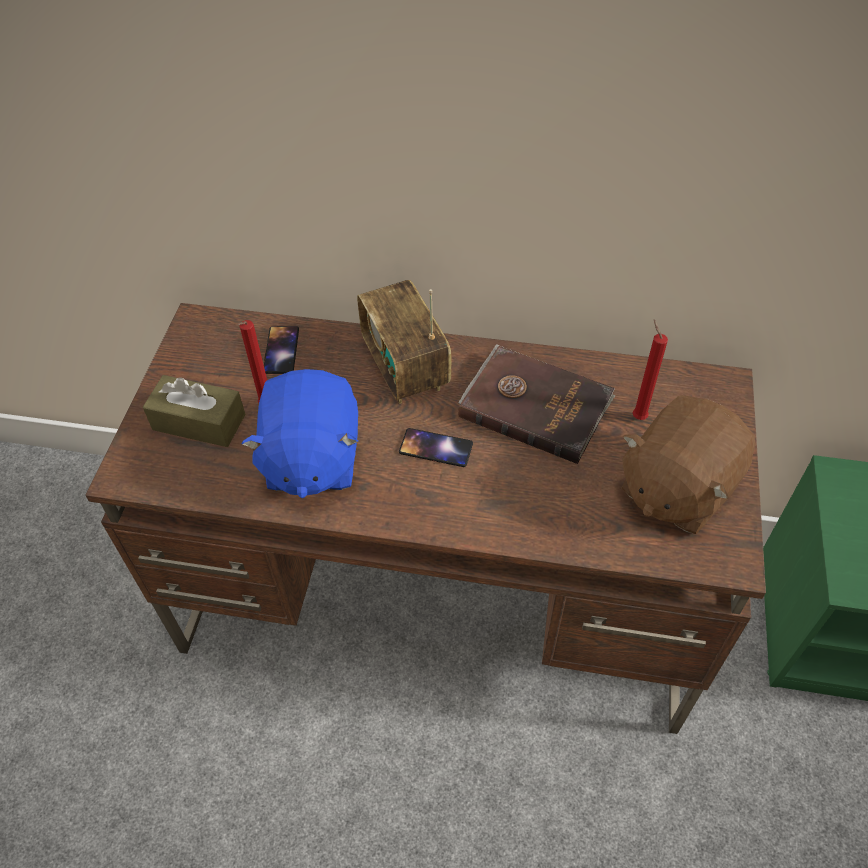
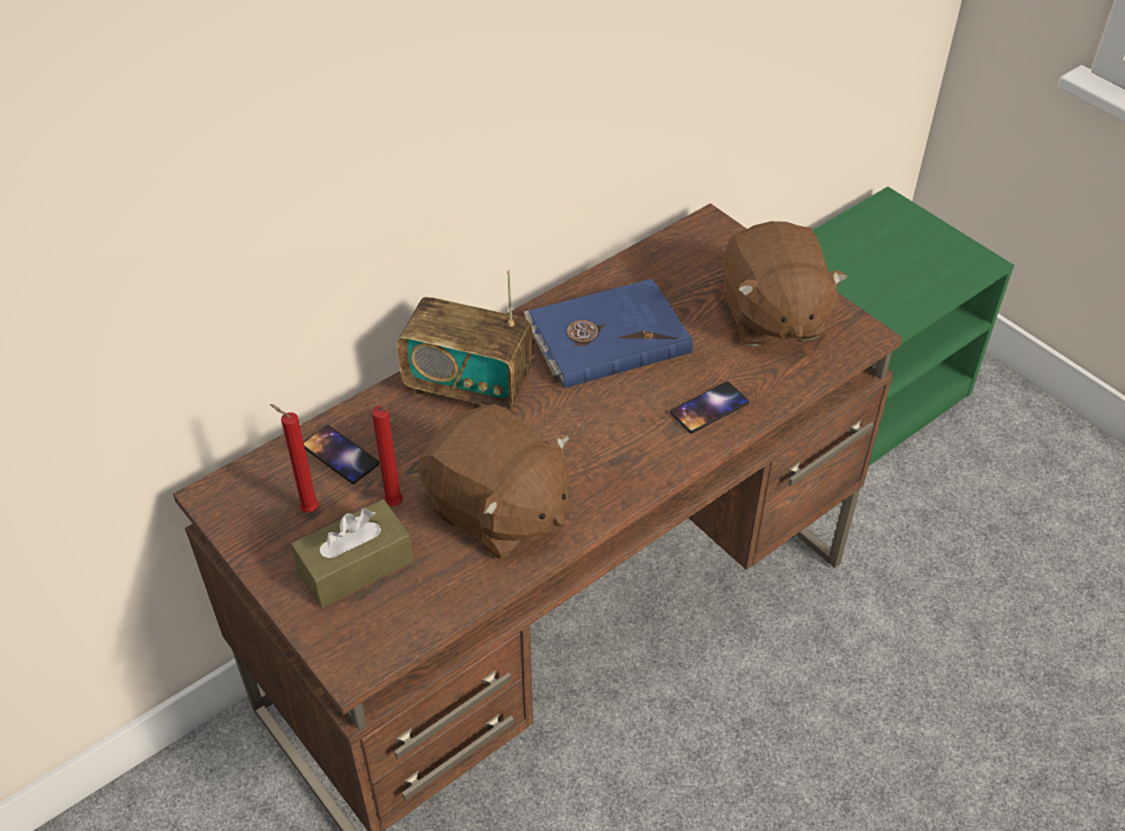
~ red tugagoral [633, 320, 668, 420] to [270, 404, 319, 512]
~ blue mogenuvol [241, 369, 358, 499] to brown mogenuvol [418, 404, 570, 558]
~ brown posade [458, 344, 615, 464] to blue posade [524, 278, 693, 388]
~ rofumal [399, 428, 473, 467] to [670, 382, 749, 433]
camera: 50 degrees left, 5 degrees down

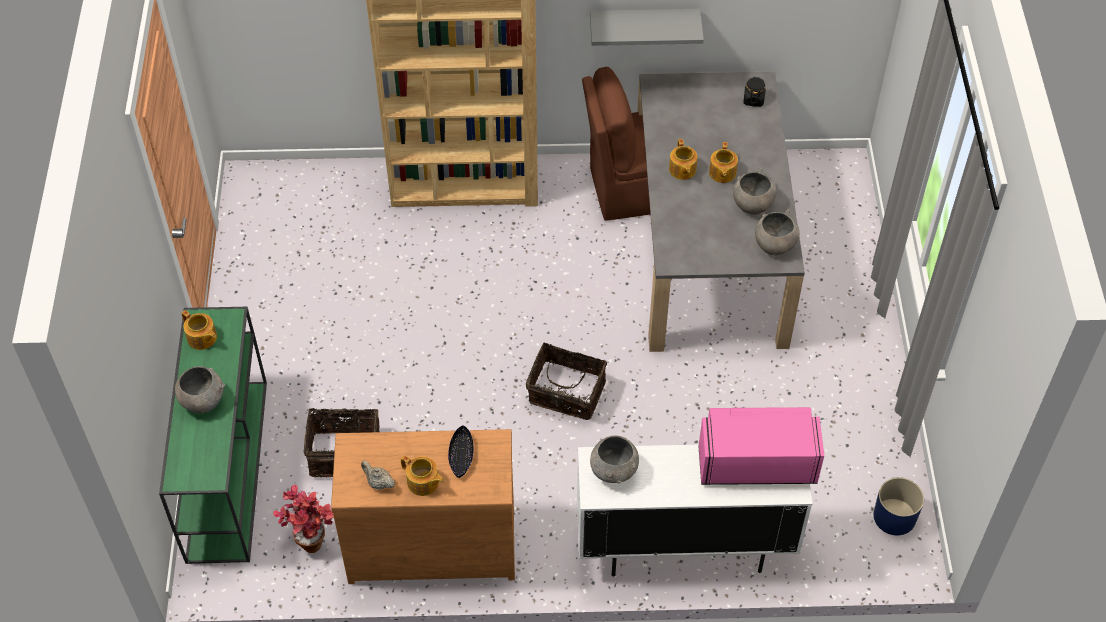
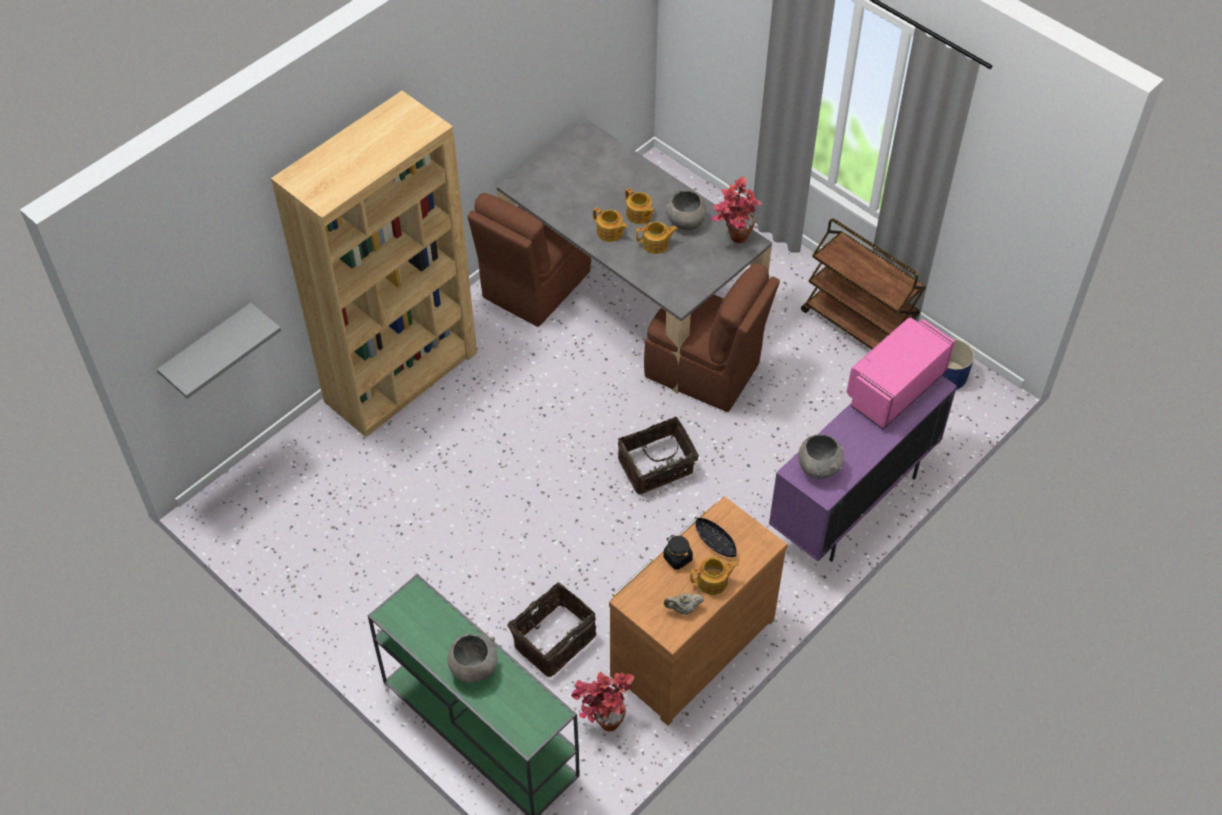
~ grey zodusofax [590, 9, 704, 46] to [157, 303, 281, 399]
~ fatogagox [181, 310, 217, 350] to [636, 222, 678, 254]
+ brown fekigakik [644, 263, 780, 412]
~ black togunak [743, 76, 766, 107] to [663, 535, 693, 570]
~ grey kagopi [755, 209, 799, 256] to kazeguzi [712, 177, 762, 243]
~ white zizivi [577, 445, 813, 577] to purple zizivi [769, 376, 957, 562]
+ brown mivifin [801, 219, 926, 349]
camera: 45 degrees left, 0 degrees up

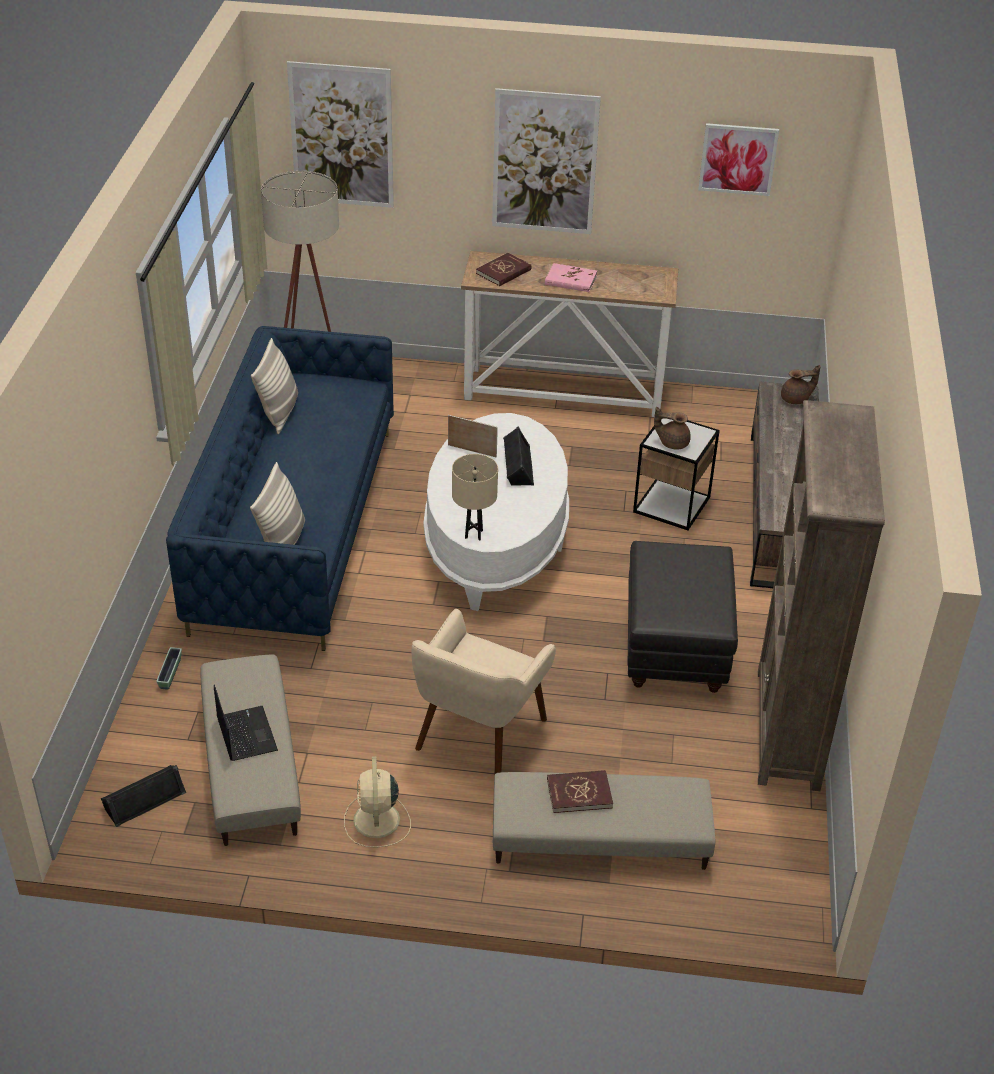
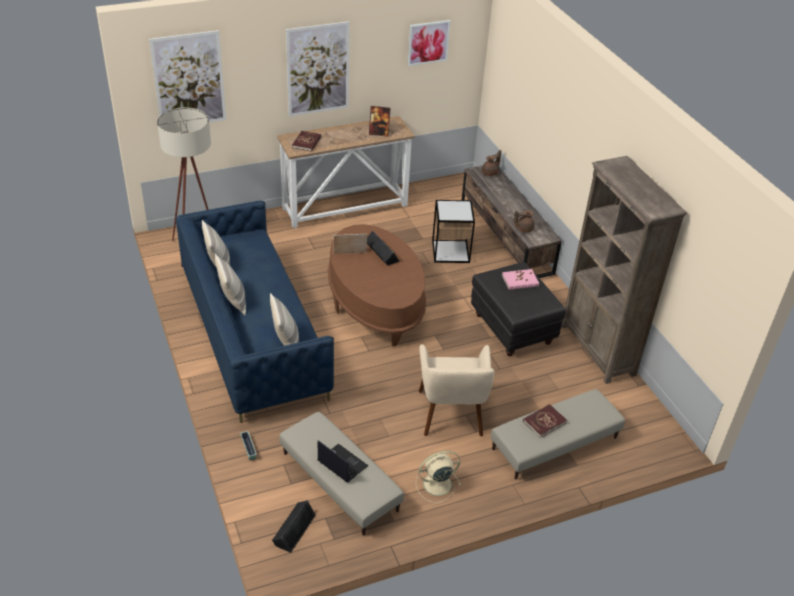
+ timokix [215, 254, 246, 315]
~ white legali [423, 413, 569, 611] to brown legali [328, 224, 426, 346]
+ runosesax [369, 106, 391, 137]
~ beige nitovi [344, 756, 411, 848] = [416, 451, 461, 503] 105 degrees clockwise
~ pink posade [545, 263, 597, 292] to [502, 269, 539, 290]
~ brown fatogagox [654, 407, 691, 450] to [514, 210, 535, 232]
- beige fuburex [452, 454, 498, 540]
camera: 30 degrees left, 0 degrees up

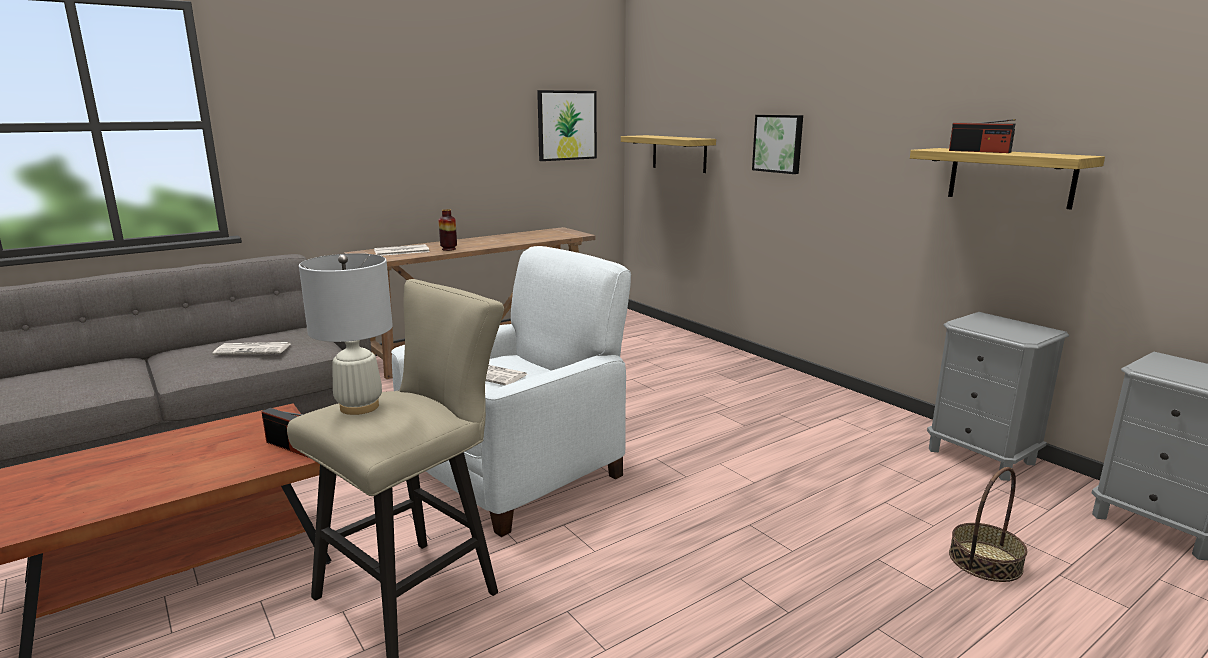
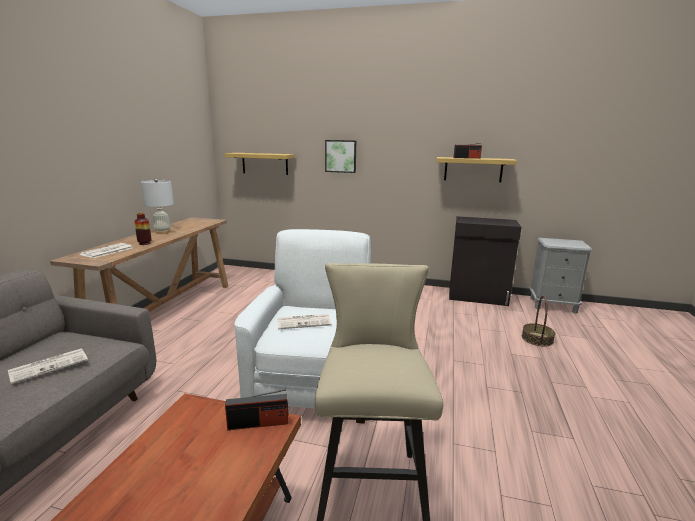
~ white fuburex [299, 253, 393, 415] to [141, 179, 174, 234]
~ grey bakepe [927, 312, 1069, 481] to black zizivi [449, 216, 522, 306]
- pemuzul [537, 90, 597, 161]
camera: 40 degrees left, 0 degrees up

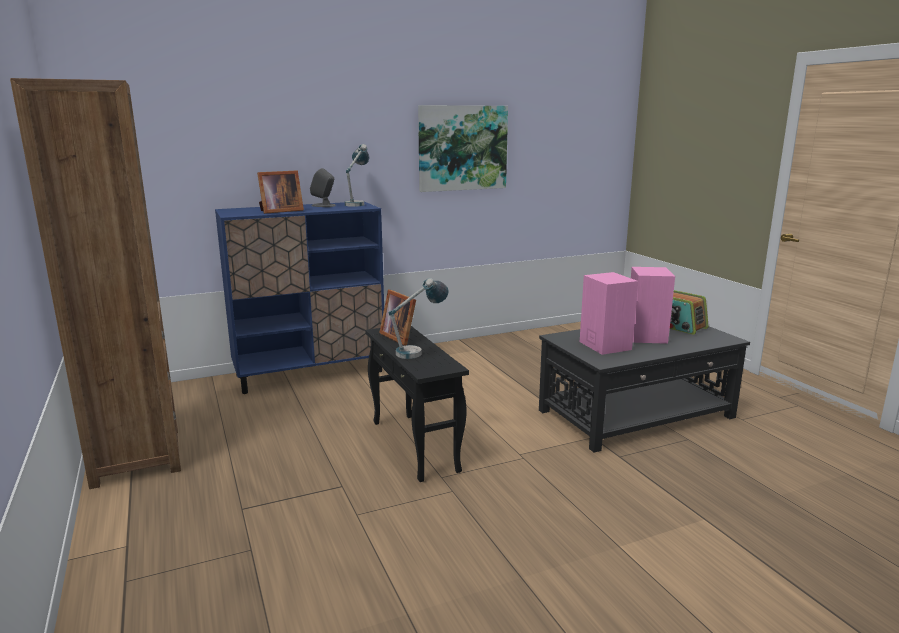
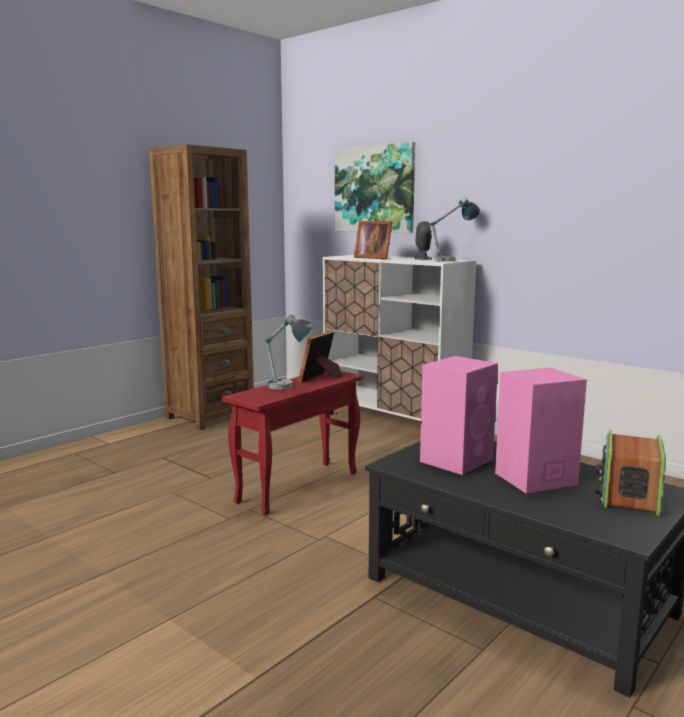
~ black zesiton [365, 326, 469, 482] to red zesiton [222, 370, 363, 515]
~ blue zizivi [215, 202, 384, 394] to white zizivi [323, 255, 476, 421]
~ pemuzul [418, 105, 508, 192] to [335, 142, 415, 233]
camera: 65 degrees right, 5 degrees down

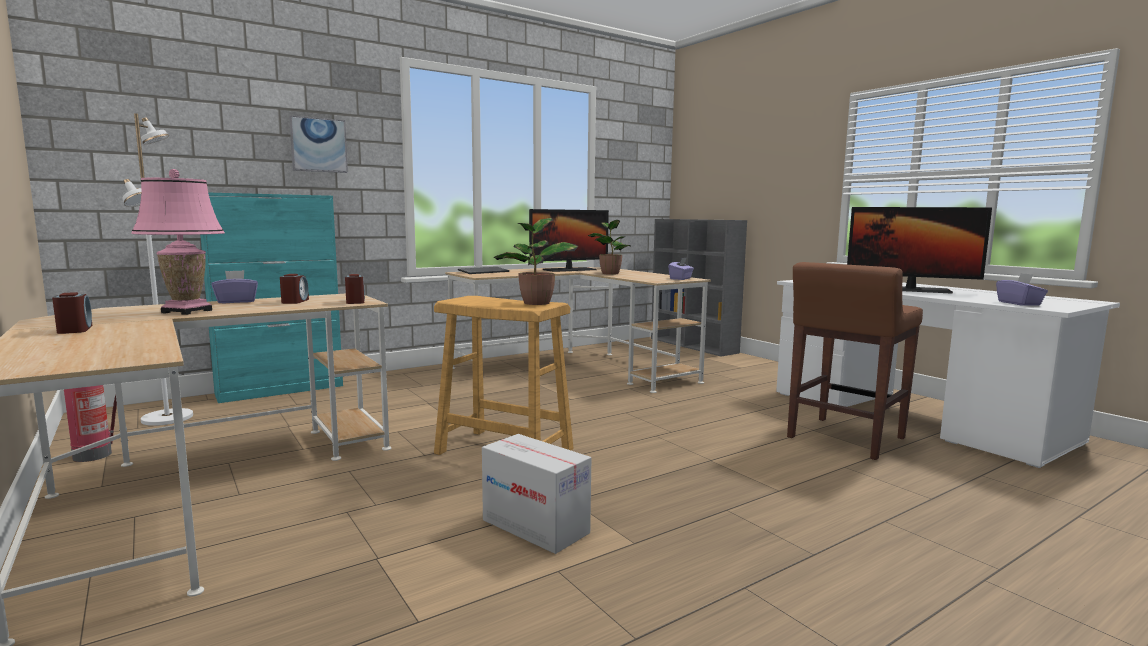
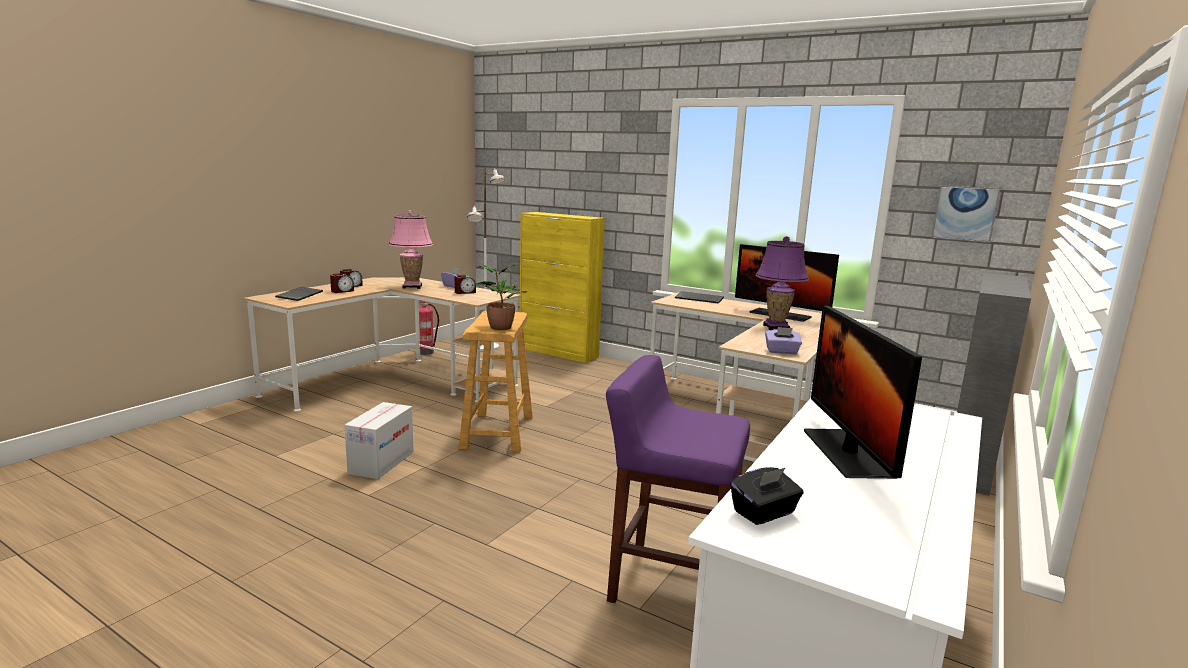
+ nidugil [275, 287, 323, 301]
~ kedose [345, 274, 365, 304] to [330, 273, 354, 293]
~ turquoise zizivi [200, 193, 343, 403] to yellow zizivi [520, 212, 605, 363]
~ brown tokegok [787, 262, 923, 460] to purple tokegok [606, 355, 750, 603]
~ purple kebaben [996, 273, 1048, 306] to black kebaben [730, 467, 804, 525]
~ kazeguzi [588, 220, 631, 275] to purple fuburex [755, 236, 809, 330]
~ pemuzul [289, 115, 348, 173] to [931, 186, 1001, 243]
camera: 65 degrees right, 5 degrees up

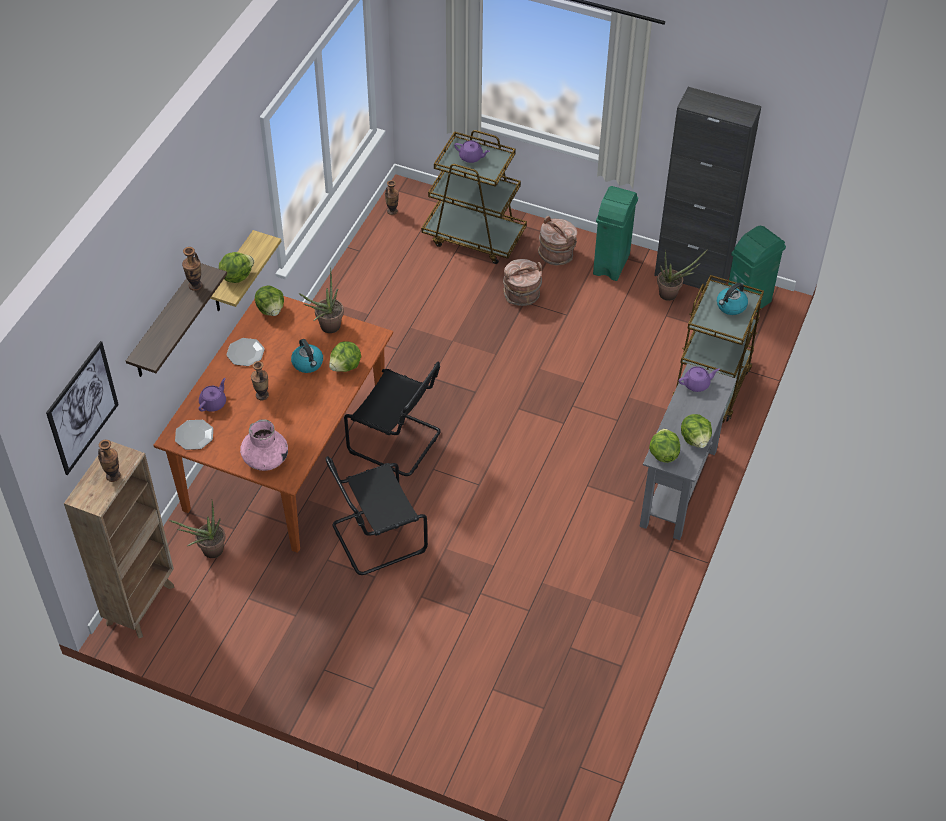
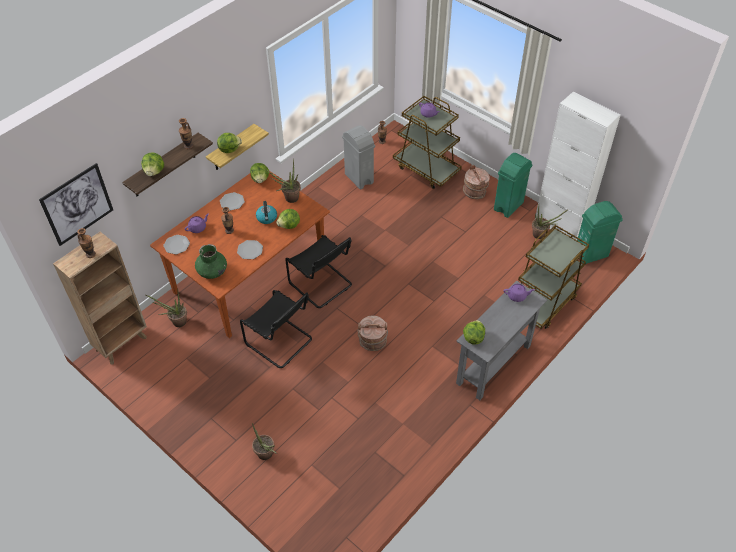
~ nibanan [681, 414, 712, 448] to [141, 153, 164, 176]
~ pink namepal [240, 419, 288, 471] to green namepal [195, 244, 227, 279]
+ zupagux [237, 240, 263, 259]
~ black fekigakik [326, 456, 428, 575] = [240, 290, 312, 368] 135 degrees counterclockwise
+ kazeguzi [252, 423, 277, 460]
+ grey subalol [342, 125, 375, 190]
~ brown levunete [503, 259, 542, 306] to [358, 315, 388, 351]
~ black zizivi [654, 87, 761, 289] to white zizivi [535, 91, 621, 240]
- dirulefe [717, 283, 748, 315]
camera: 20 degrees right, 0 degrees up

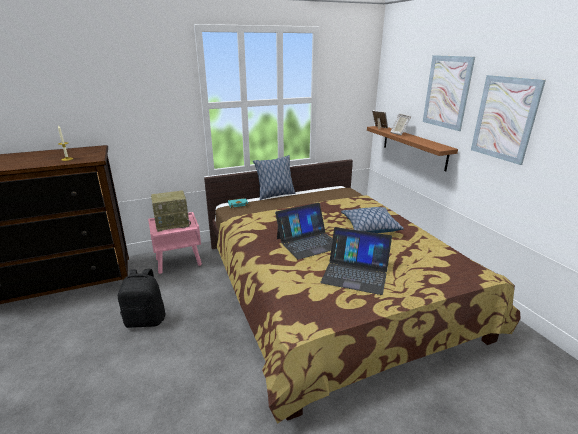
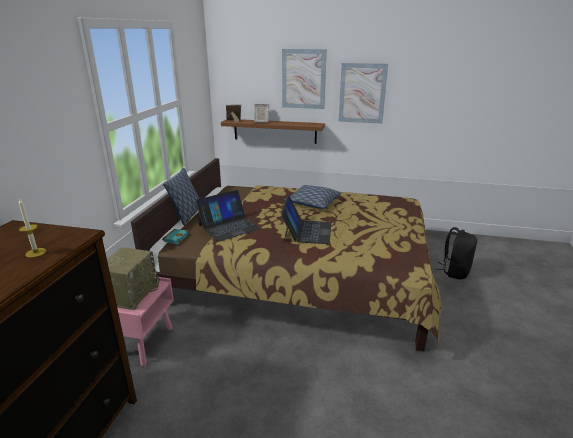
~ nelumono [320, 227, 392, 295] to [196, 190, 261, 242]
~ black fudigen [118, 269, 166, 328] to [436, 227, 477, 279]
camera: 55 degrees left, 0 degrees up

